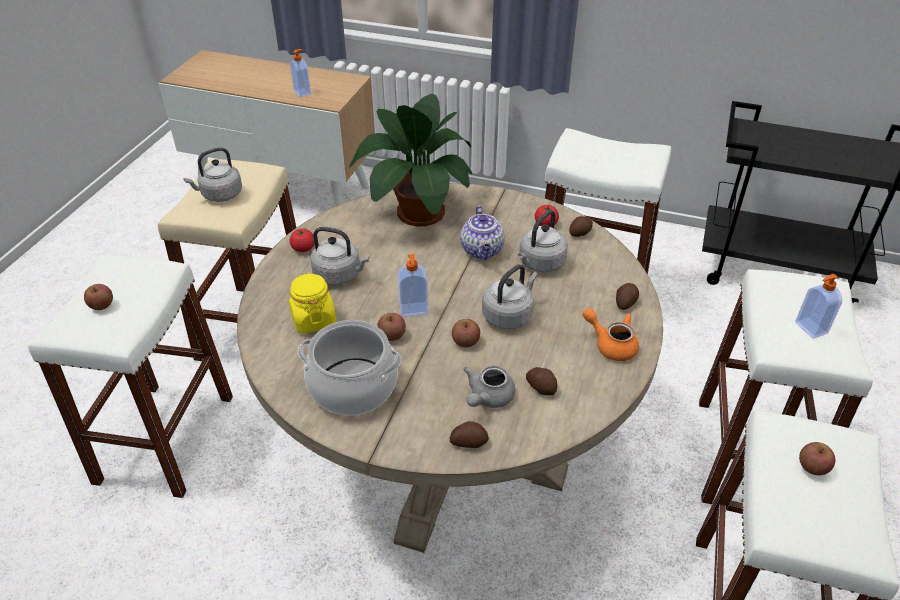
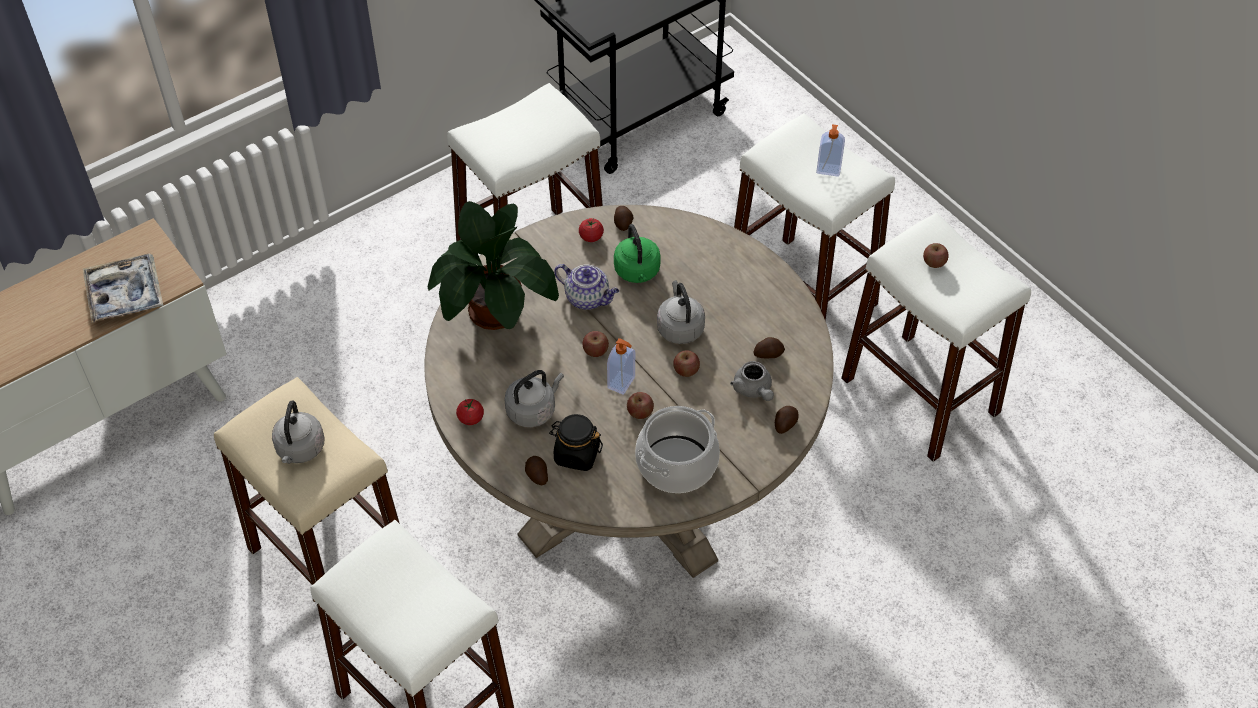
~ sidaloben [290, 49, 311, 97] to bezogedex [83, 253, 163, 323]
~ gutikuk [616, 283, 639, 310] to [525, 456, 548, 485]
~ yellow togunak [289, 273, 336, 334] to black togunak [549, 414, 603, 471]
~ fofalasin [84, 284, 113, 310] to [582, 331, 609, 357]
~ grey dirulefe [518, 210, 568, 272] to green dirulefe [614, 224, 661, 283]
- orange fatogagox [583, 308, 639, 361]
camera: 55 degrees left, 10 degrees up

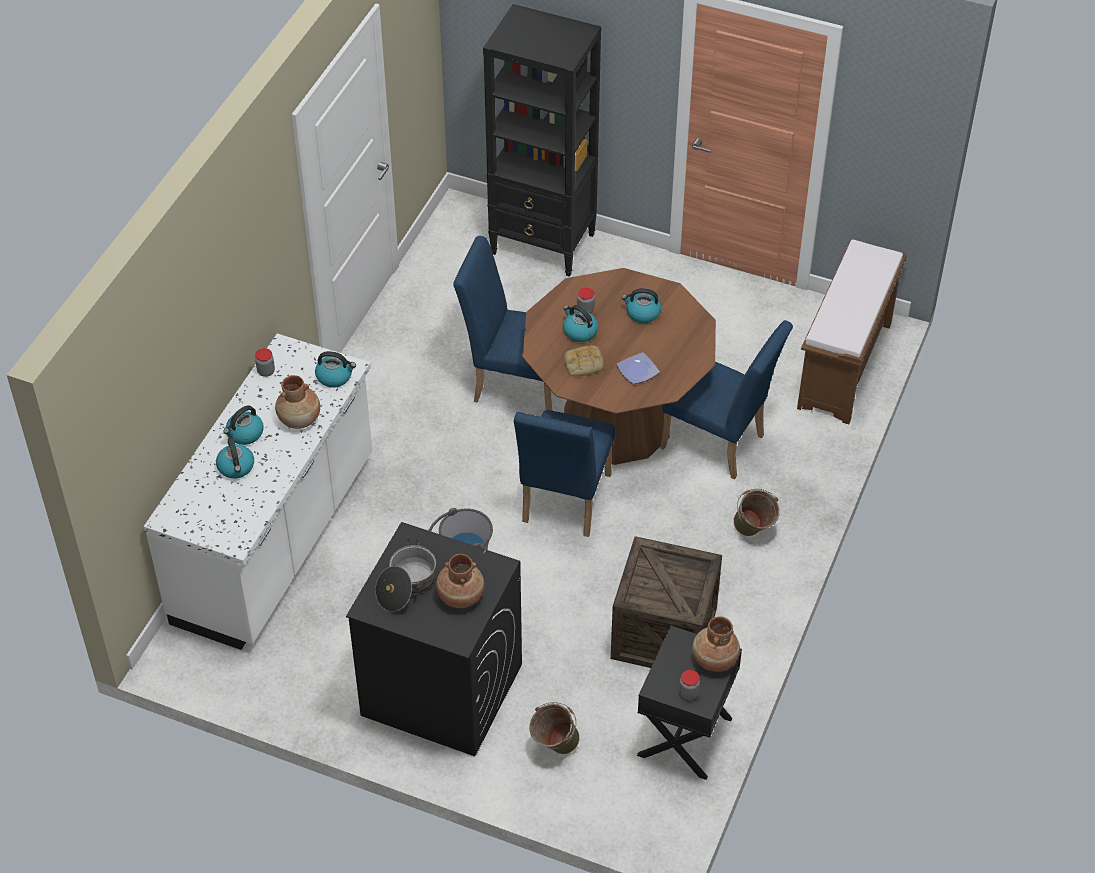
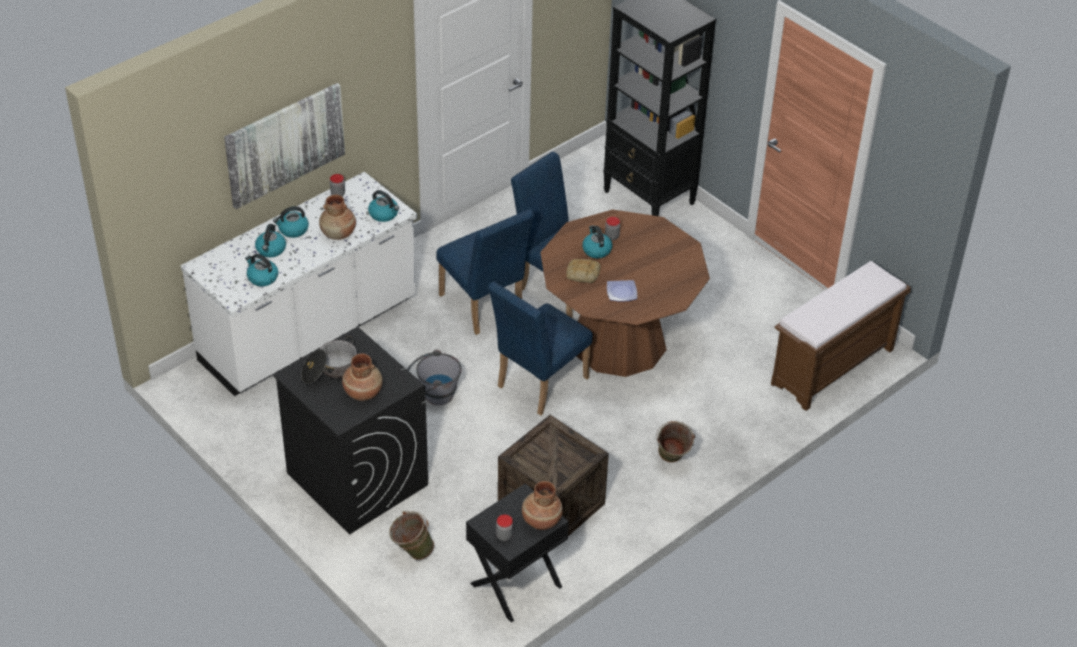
+ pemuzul [224, 83, 345, 209]
~ dirulefe [622, 288, 662, 323] to [245, 254, 278, 286]
~ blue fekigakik [660, 320, 793, 479] to [436, 209, 534, 335]
camera: 25 degrees right, 5 degrees down

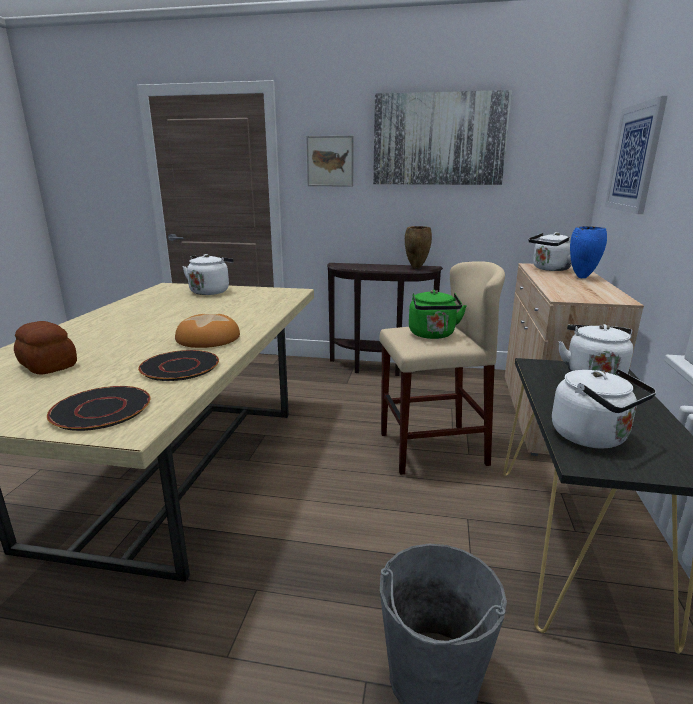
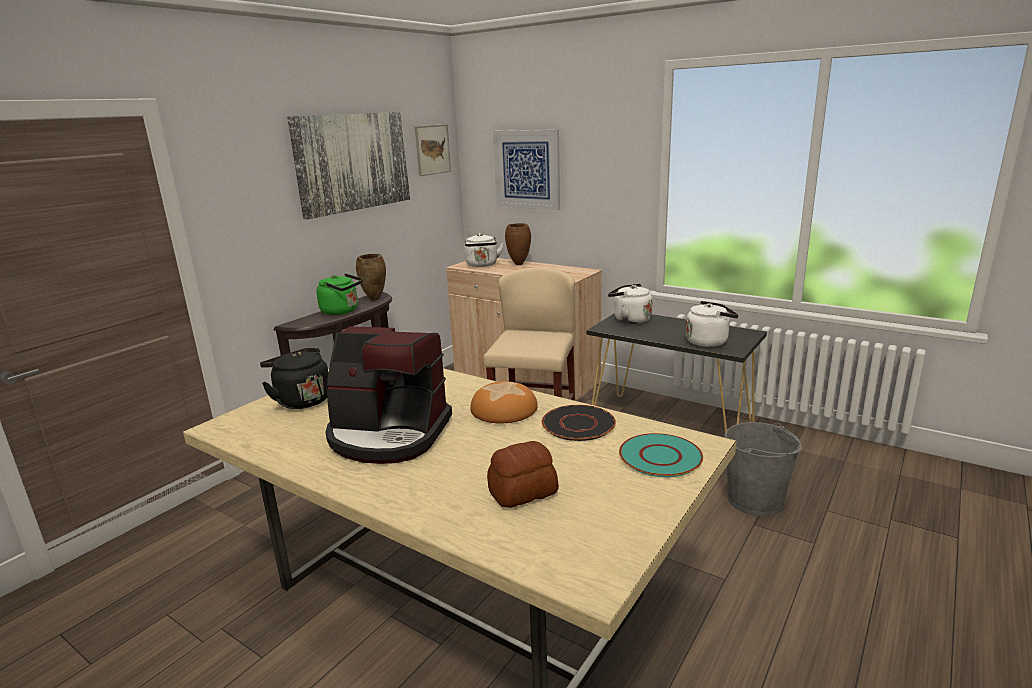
~ white dirulefe [182, 254, 234, 295] to black dirulefe [260, 348, 328, 409]
~ green dirulefe [409, 290, 467, 339] to [316, 273, 363, 315]
+ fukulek [326, 326, 452, 464]
~ pemuzul [306, 136, 354, 186] to [415, 124, 451, 176]
~ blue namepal [570, 226, 607, 278] to brown namepal [505, 223, 531, 265]
~ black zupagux [47, 386, 150, 431] to turquoise zupagux [619, 433, 703, 477]
camera: 65 degrees left, 0 degrees up

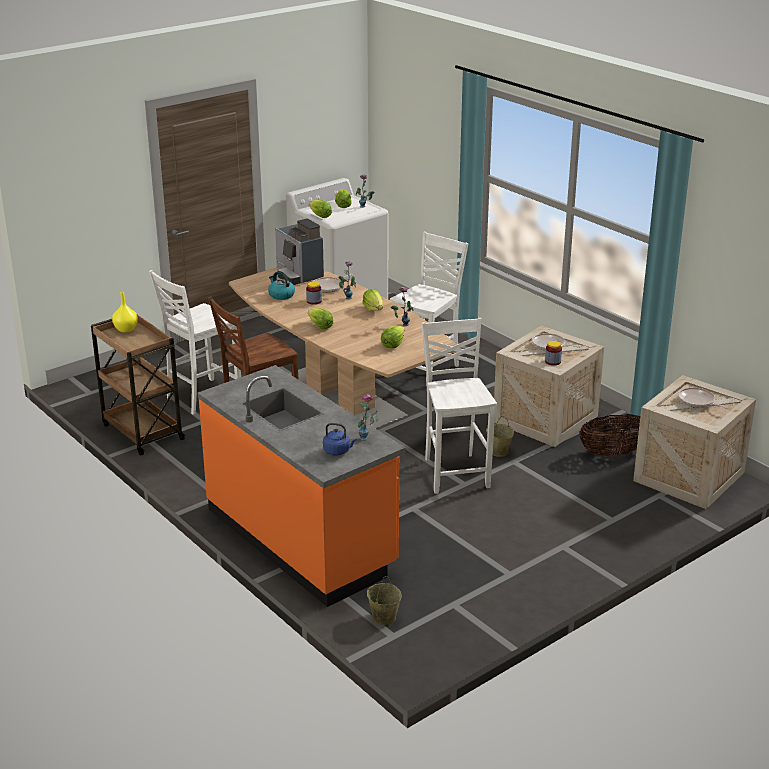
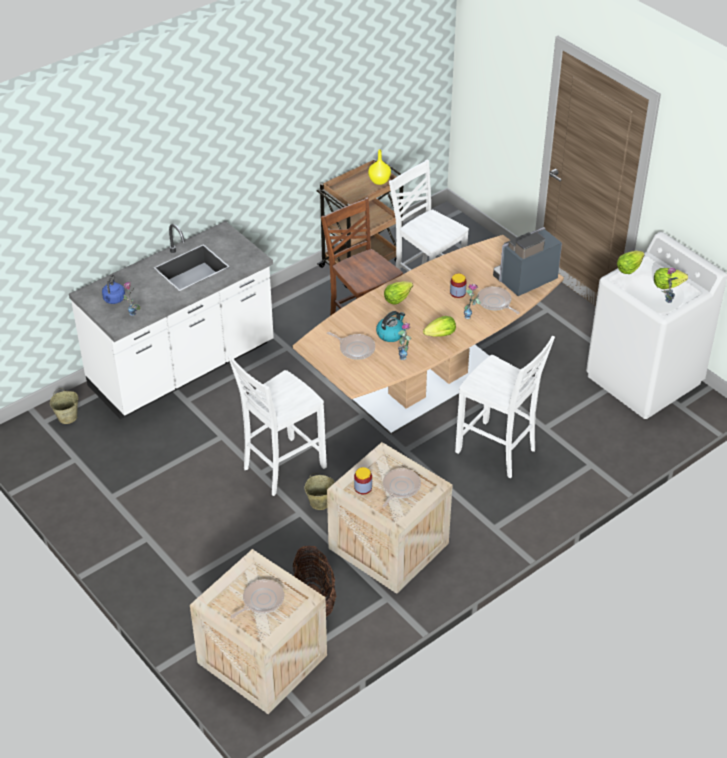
~ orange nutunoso [198, 365, 406, 607] to white nutunoso [69, 221, 274, 419]
~ white fekigakik [421, 318, 497, 494] = [228, 355, 327, 496] 150 degrees clockwise
~ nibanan [381, 326, 405, 348] to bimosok [327, 332, 375, 360]
~ dirulefe [268, 271, 295, 300] to [376, 311, 406, 342]
camera: 90 degrees right, 15 degrees up

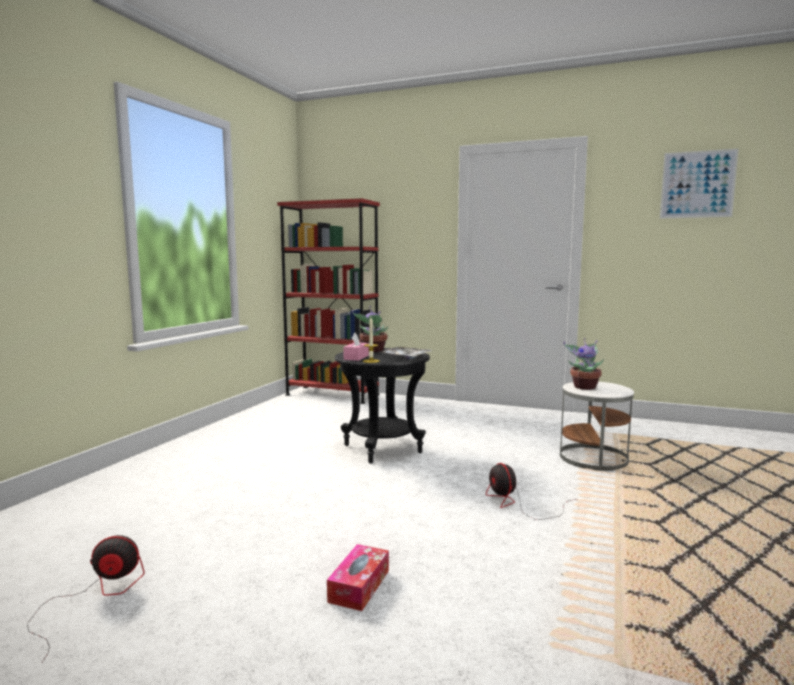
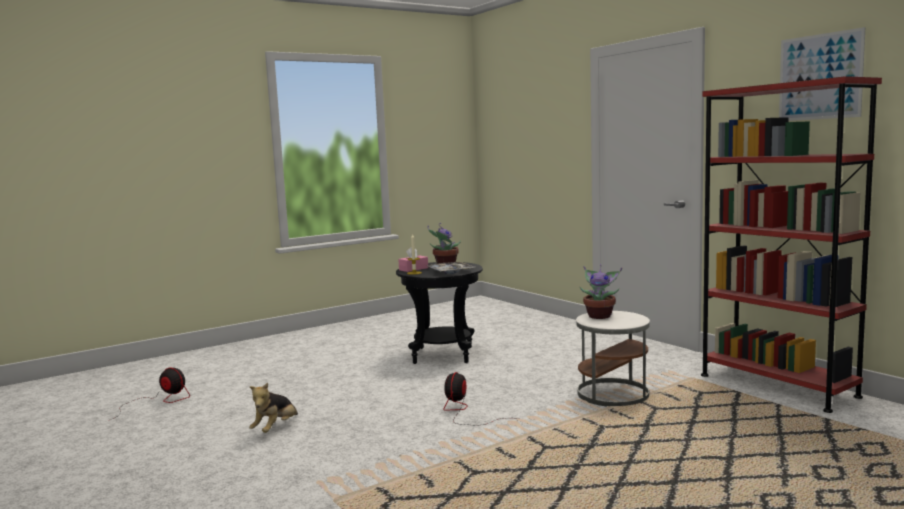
~ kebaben [327, 544, 389, 611] to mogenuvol [249, 383, 298, 433]
~ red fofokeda [277, 198, 380, 404] to [701, 76, 882, 413]
camera: 35 degrees right, 0 degrees up

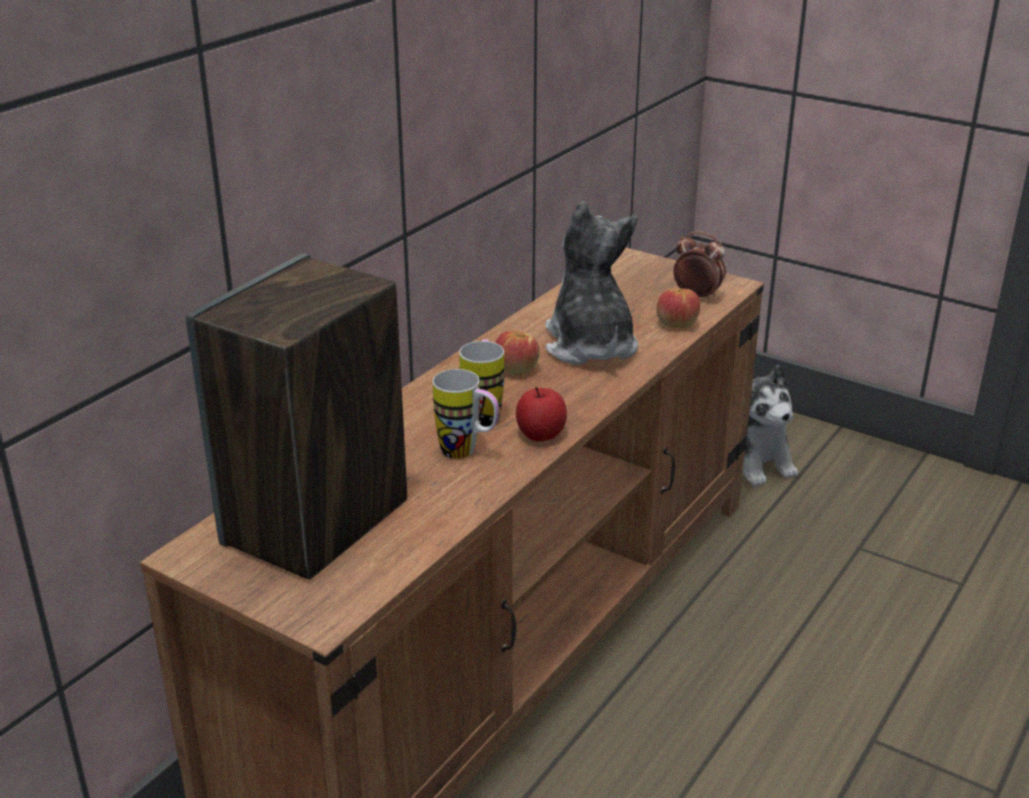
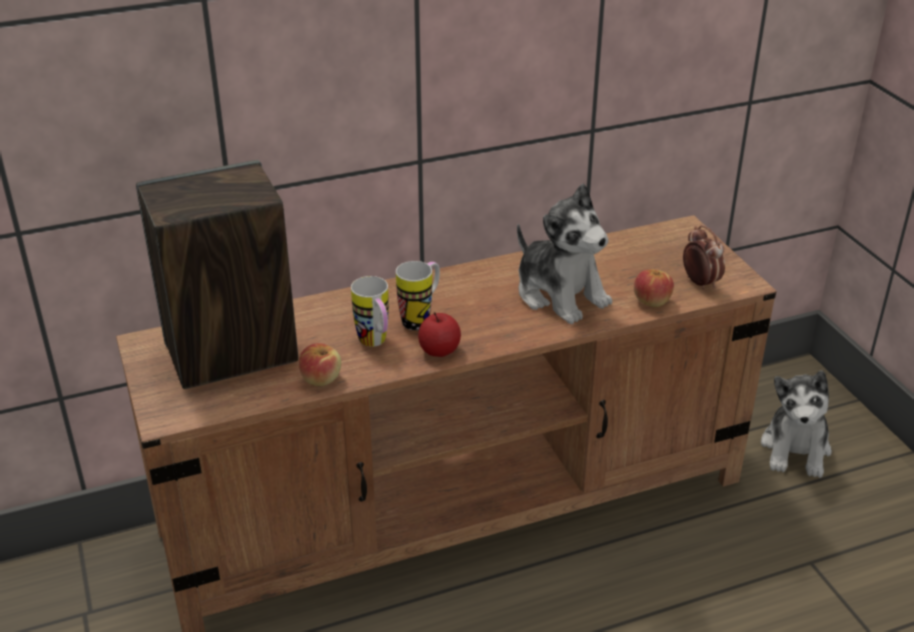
~ fofalasin [495, 331, 540, 375] to [299, 343, 341, 386]
~ mogenuvol [545, 201, 638, 365] = [517, 184, 612, 324] 120 degrees clockwise
camera: 35 degrees right, 5 degrees up

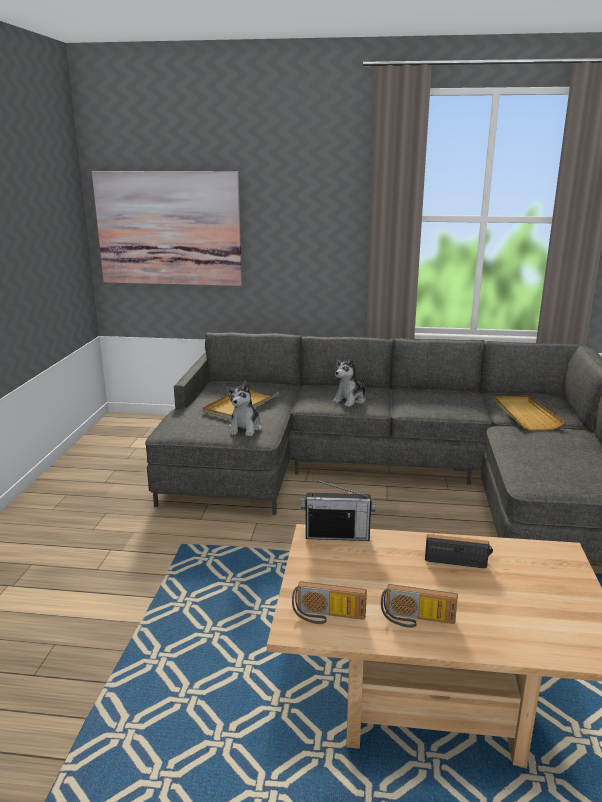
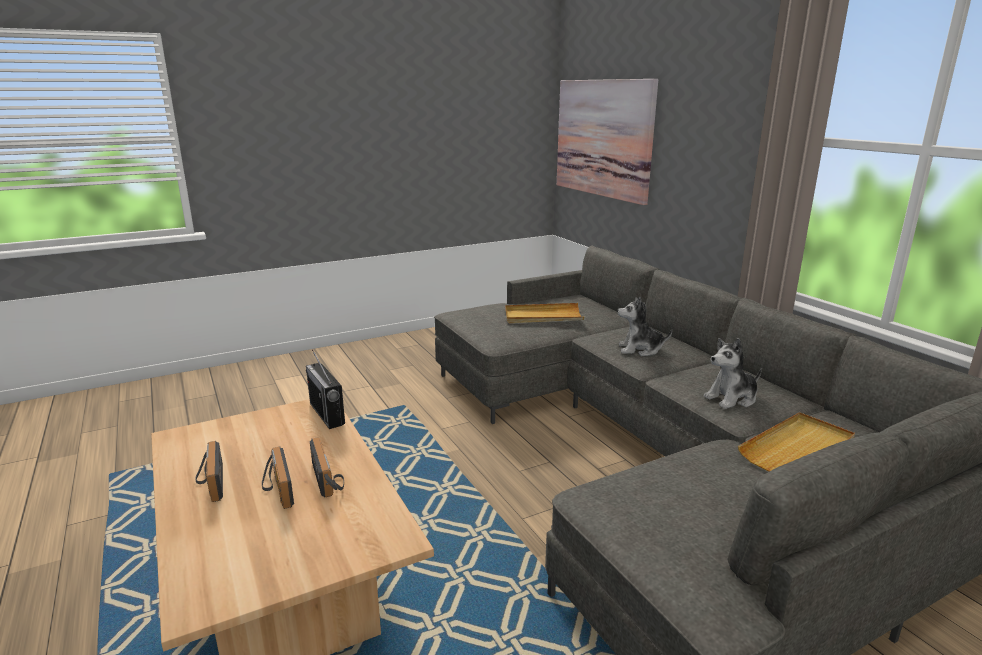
~ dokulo [292, 581, 367, 624] to [262, 447, 294, 509]
~ mogenuvol [226, 381, 262, 436] to [704, 338, 762, 409]
camera: 55 degrees right, 0 degrees up

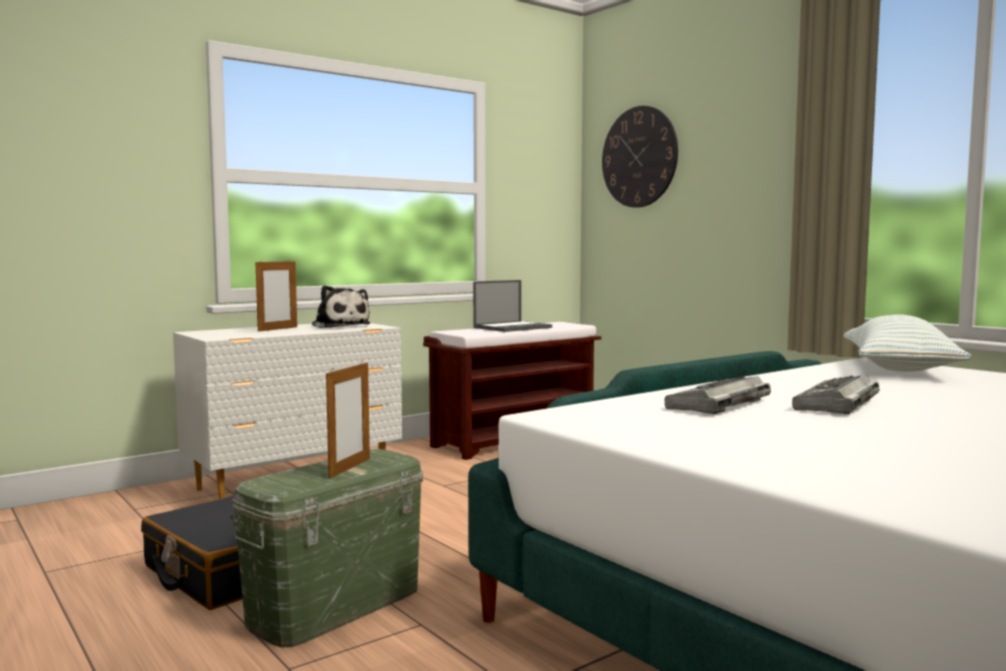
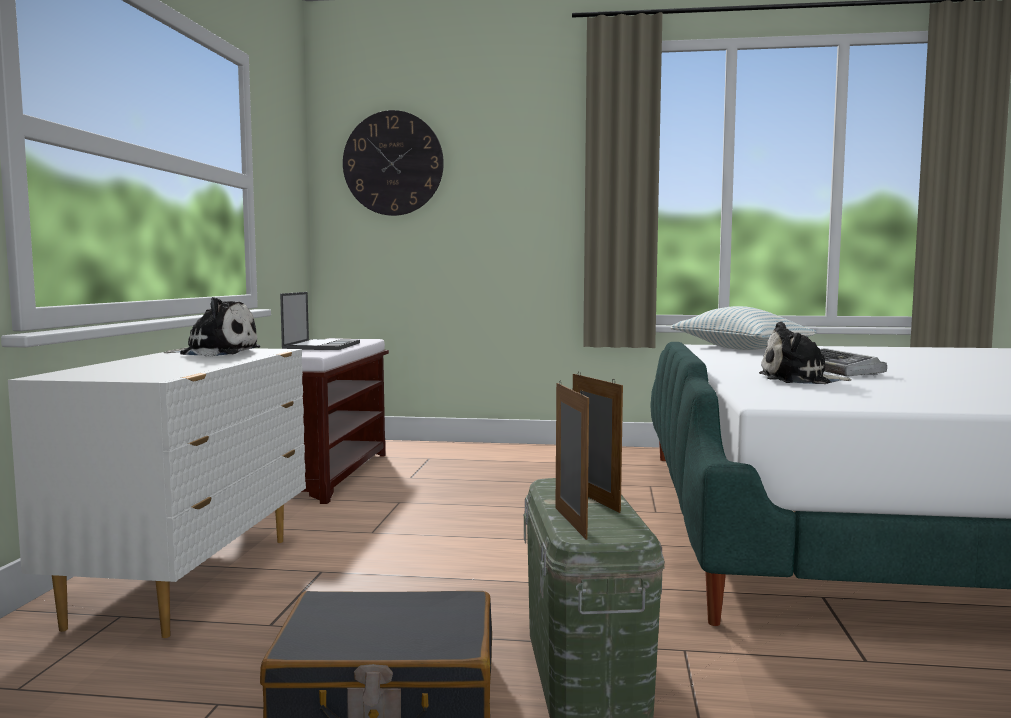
~ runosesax [255, 259, 297, 332] to [555, 380, 589, 540]
~ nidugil [665, 376, 771, 414] to mogenuvol [759, 321, 852, 384]
camera: 45 degrees left, 0 degrees up

